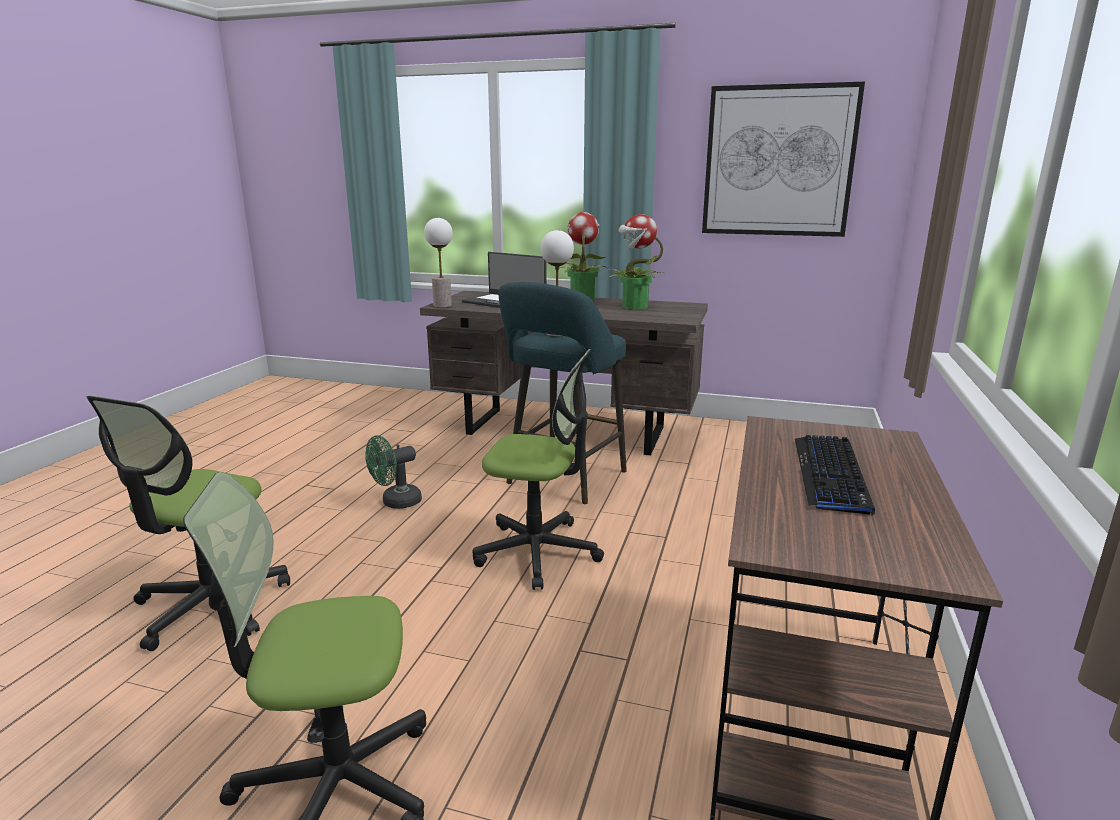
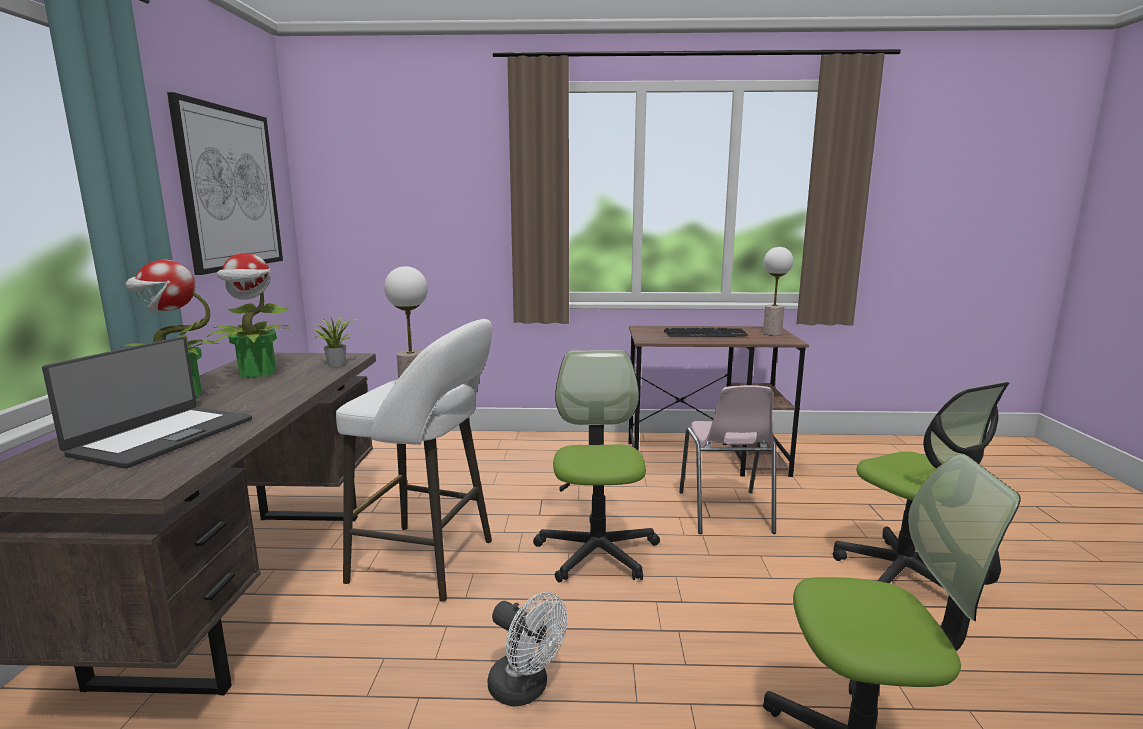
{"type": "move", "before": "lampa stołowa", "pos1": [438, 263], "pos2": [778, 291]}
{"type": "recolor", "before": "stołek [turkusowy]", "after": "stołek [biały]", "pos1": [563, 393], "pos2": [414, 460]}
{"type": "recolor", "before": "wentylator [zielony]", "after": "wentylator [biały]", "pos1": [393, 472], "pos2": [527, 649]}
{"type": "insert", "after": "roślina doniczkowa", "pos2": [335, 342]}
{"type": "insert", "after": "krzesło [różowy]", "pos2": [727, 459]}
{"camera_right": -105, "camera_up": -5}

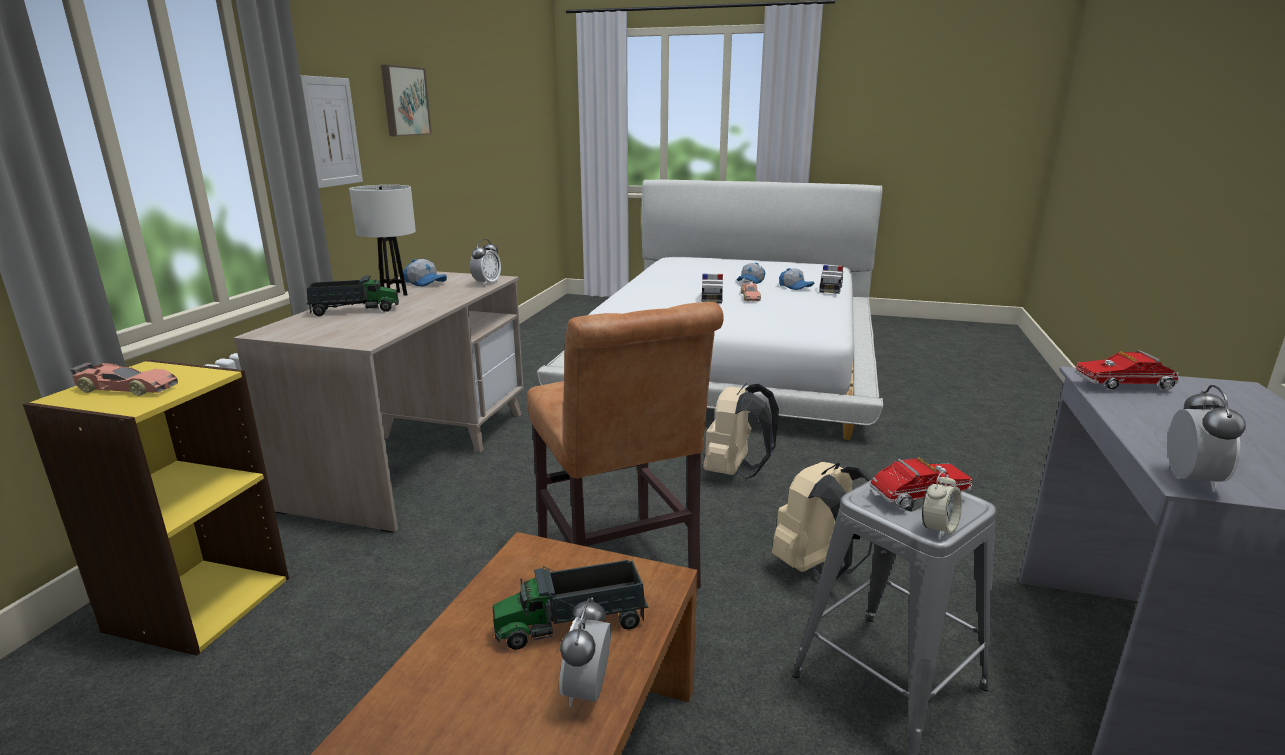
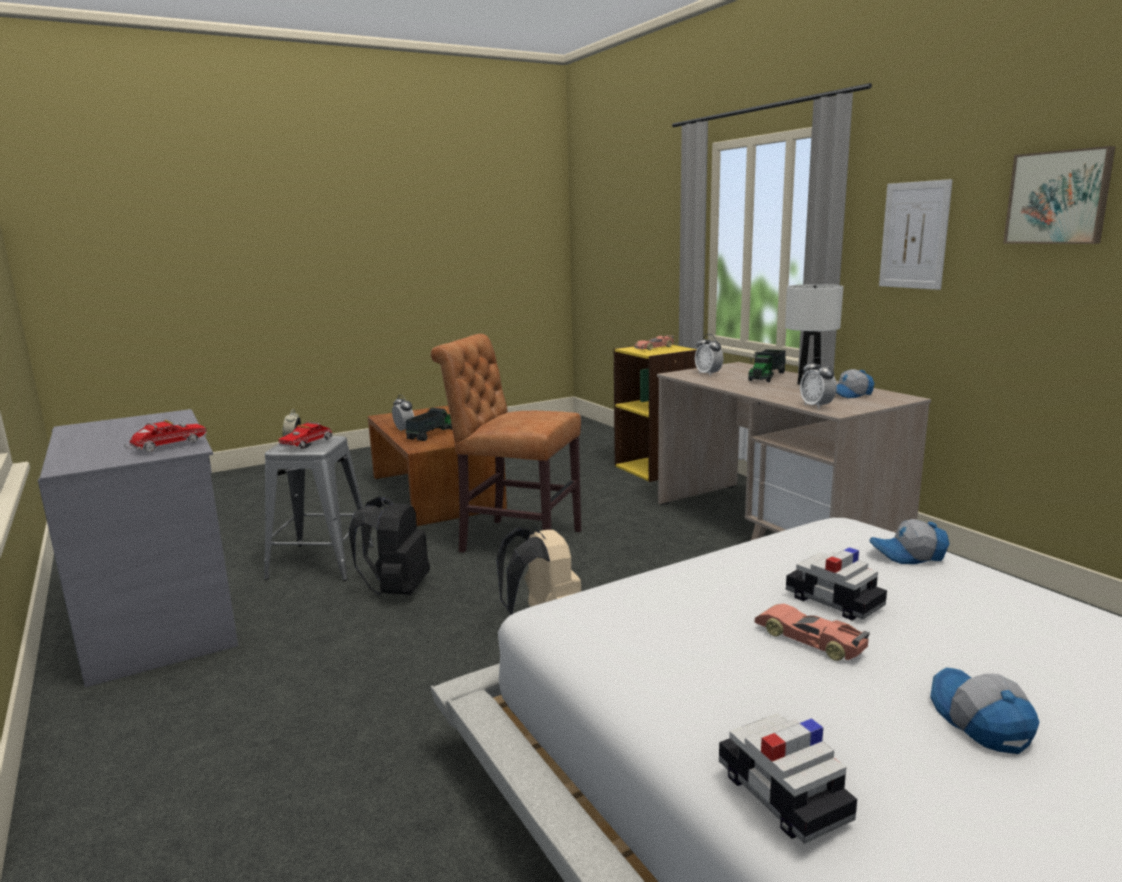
{"type": "move", "before": "czapka z daszkiem", "pos1": [796, 279], "pos2": [909, 541]}
{"type": "move", "before": "budzik", "pos1": [1207, 438], "pos2": [709, 355]}
{"type": "recolor", "before": "plecak [beżowy]", "after": "plecak [czarny]", "pos1": [822, 521], "pos2": [389, 545]}
{"camera_right": 135, "camera_up": -5}

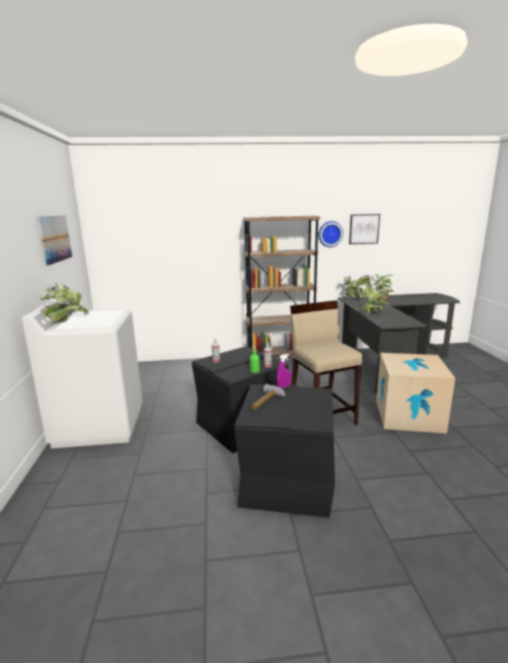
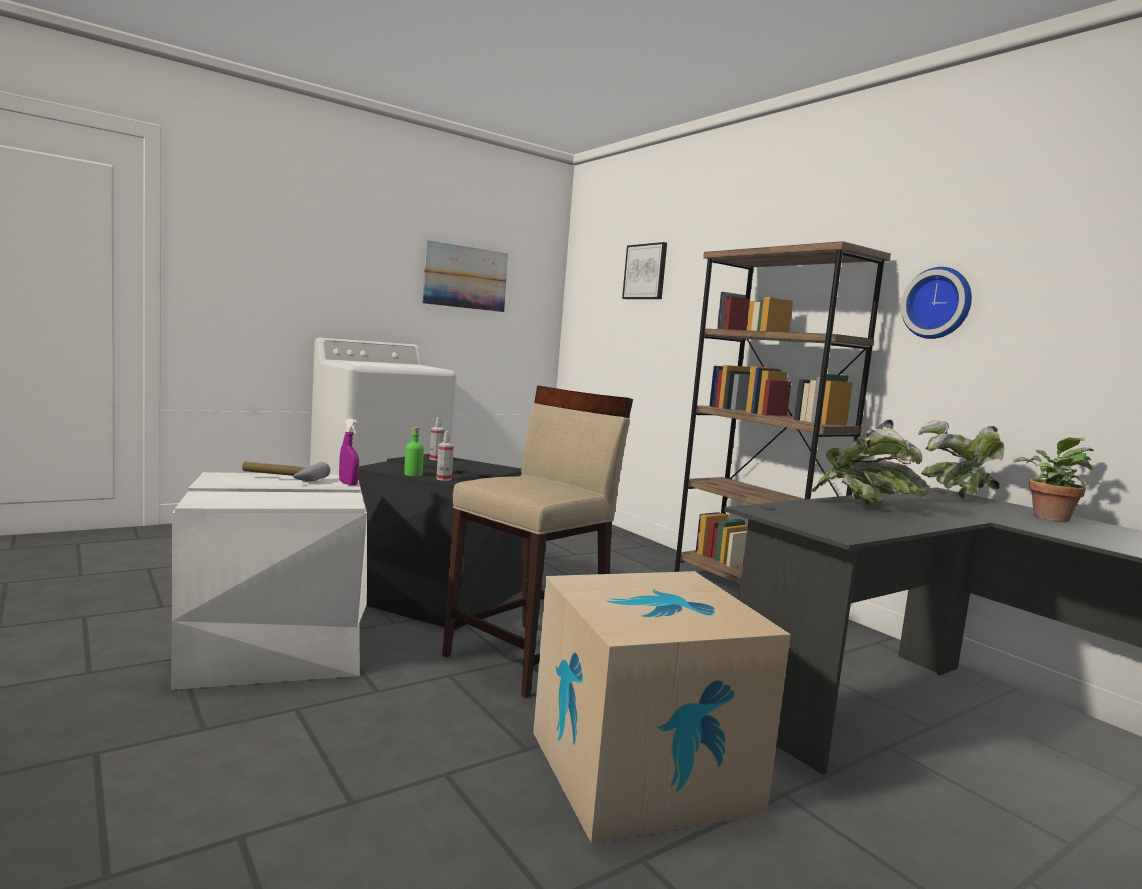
{"type": "move", "before": "obraz", "pos1": [364, 229], "pos2": [644, 270]}
{"type": "delete", "before": "roślina doniczkowa", "pos1": [64, 303]}
{"type": "recolor", "before": "pojemnik do przechowywania [czarny]", "after": "pojemnik do przechowywania [biały]", "pos1": [284, 451], "pos2": [269, 581]}
{"camera_right": 60, "camera_up": -10}

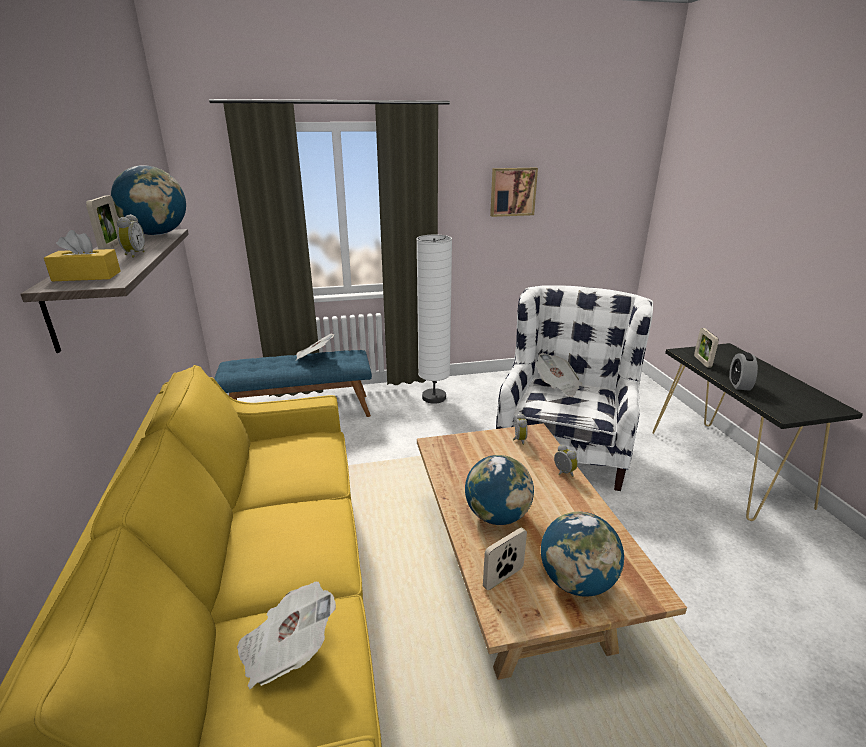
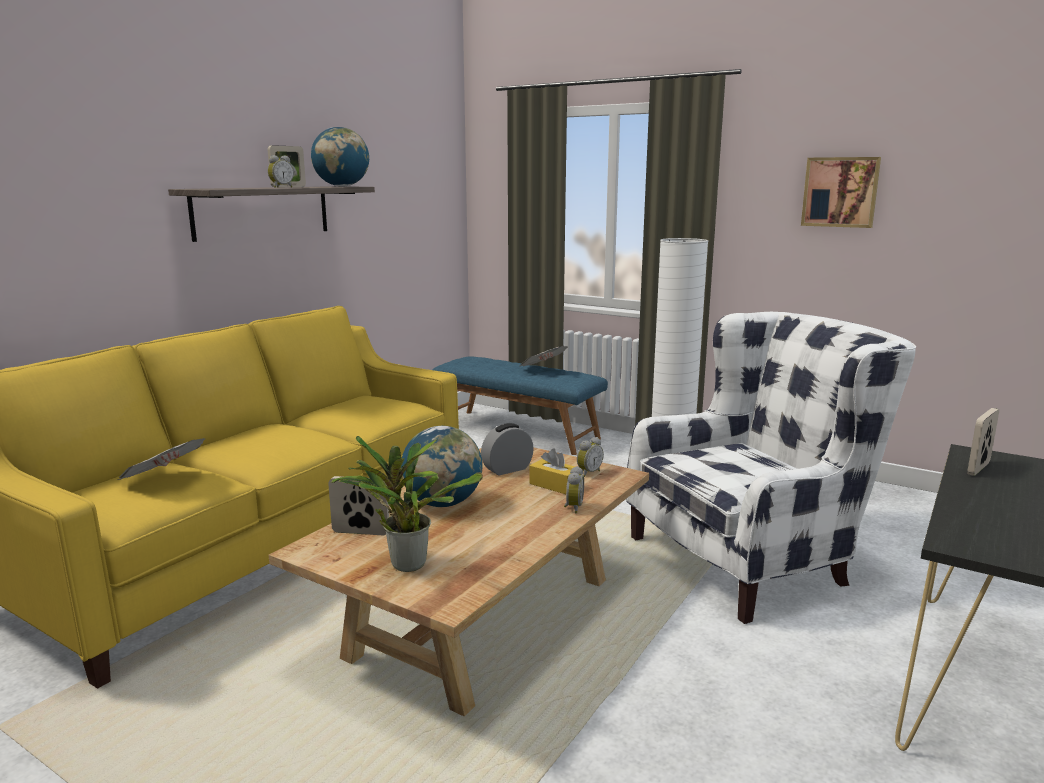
{"type": "move", "before": "pudełko chusteczek [żółty]", "pos1": [82, 255], "pos2": [552, 471]}
{"type": "move", "before": "budzik", "pos1": [743, 371], "pos2": [507, 449]}
{"type": "delete", "before": "gazeta", "pos1": [558, 375]}
{"type": "replace", "before": "globus", "after": "roślina doniczkowa", "pos1": [582, 554], "pos2": [407, 504]}
{"camera_right": 45, "camera_up": -10}

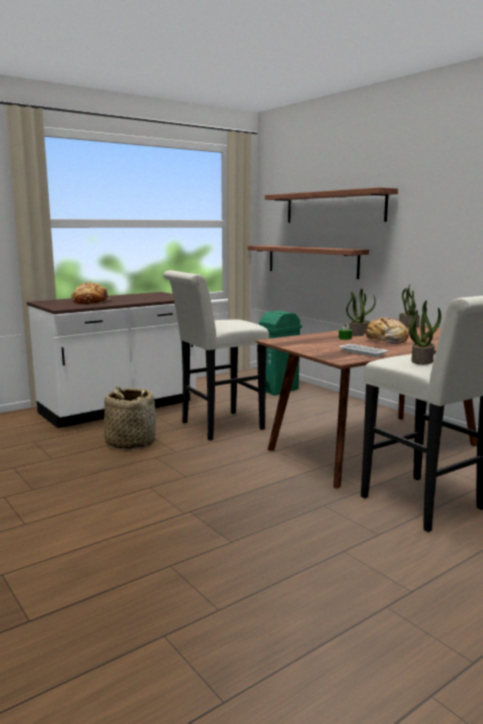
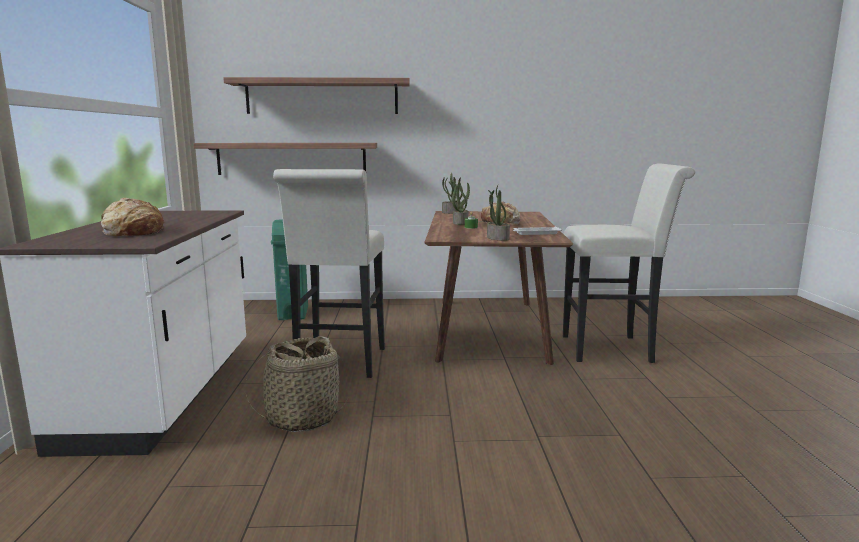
{"type": "move", "before": "roślina doniczkowa", "pos1": [424, 333], "pos2": [498, 213]}
{"camera_right": -55, "camera_up": 0}

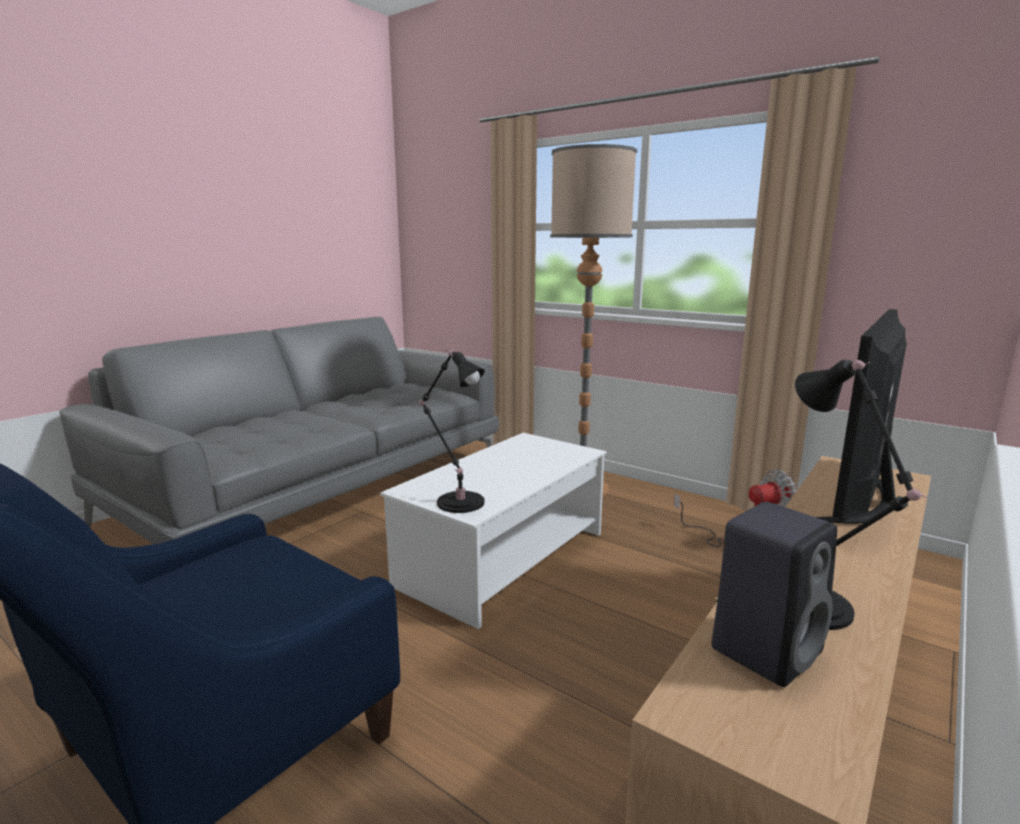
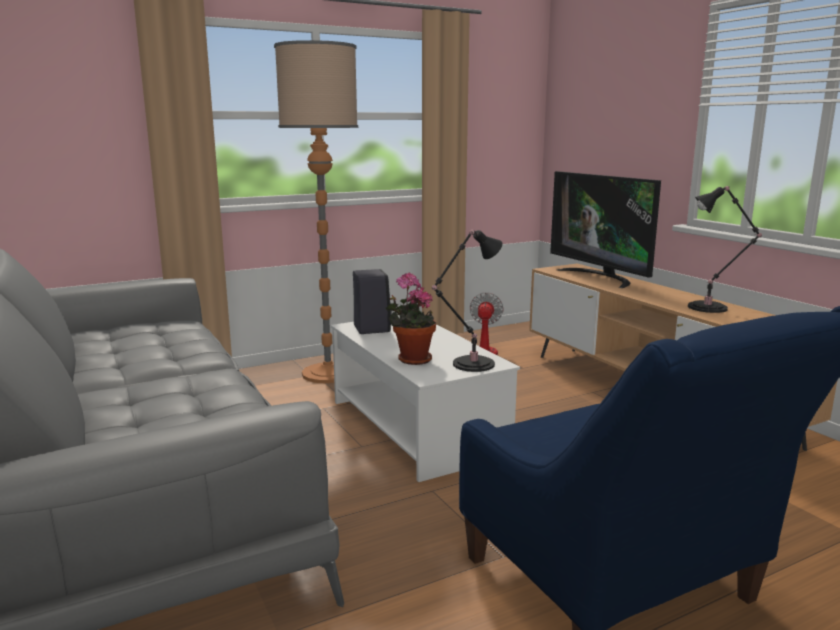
{"type": "move", "before": "głośnik [czarny]", "pos1": [774, 594], "pos2": [372, 301]}
{"type": "insert", "after": "roślina doniczkowa", "pos2": [411, 319]}
{"camera_right": -65, "camera_up": 0}

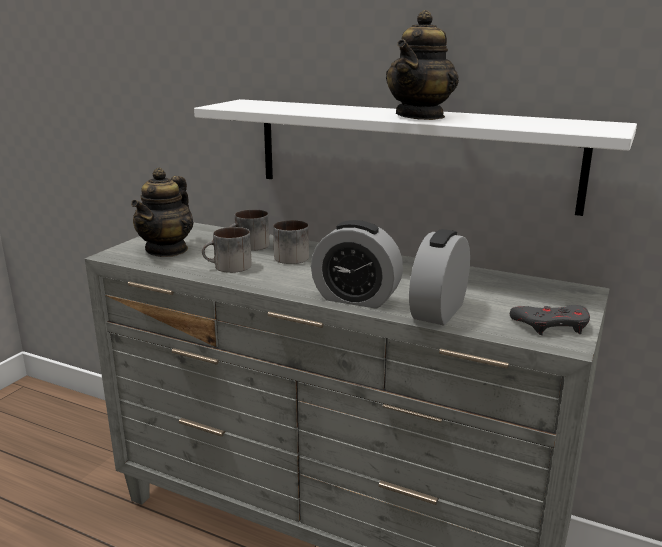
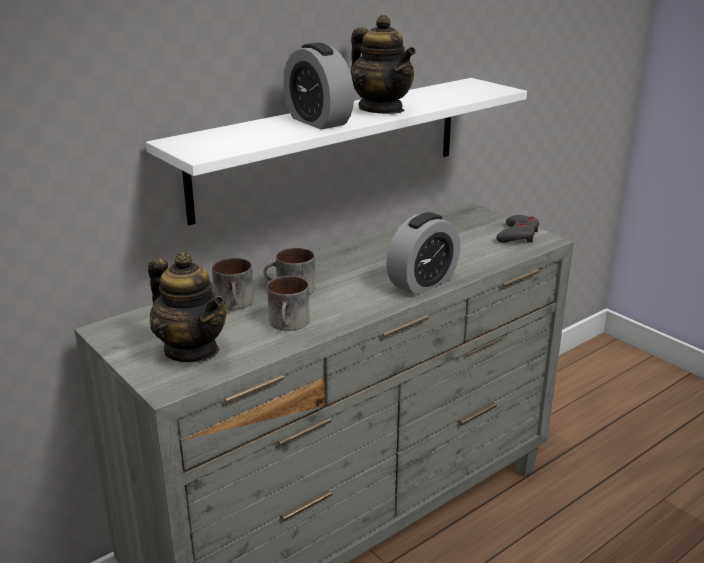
{"type": "move", "before": "budzik", "pos1": [439, 277], "pos2": [319, 86]}
{"camera_right": -65, "camera_up": 5}

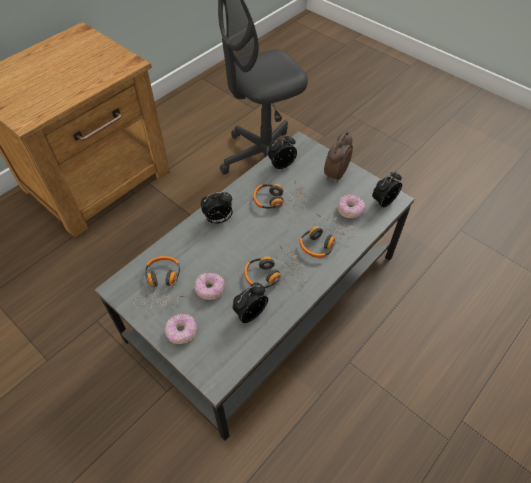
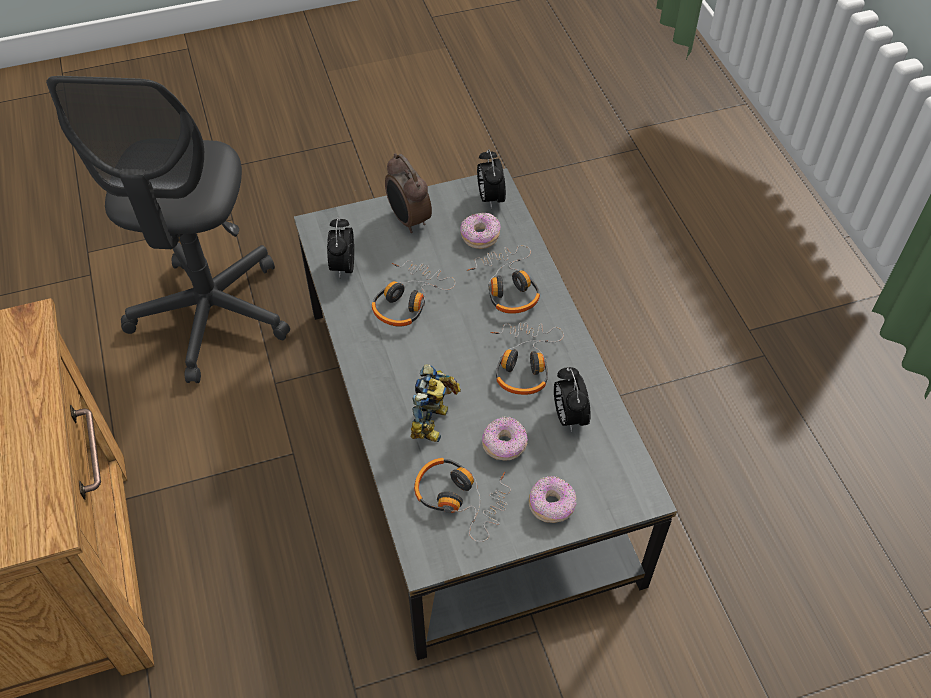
{"type": "delete", "before": "budzik", "pos1": [217, 208]}
{"type": "insert", "after": "robot zabawkowy", "pos2": [436, 403]}
{"camera_right": -60, "camera_up": 0}

